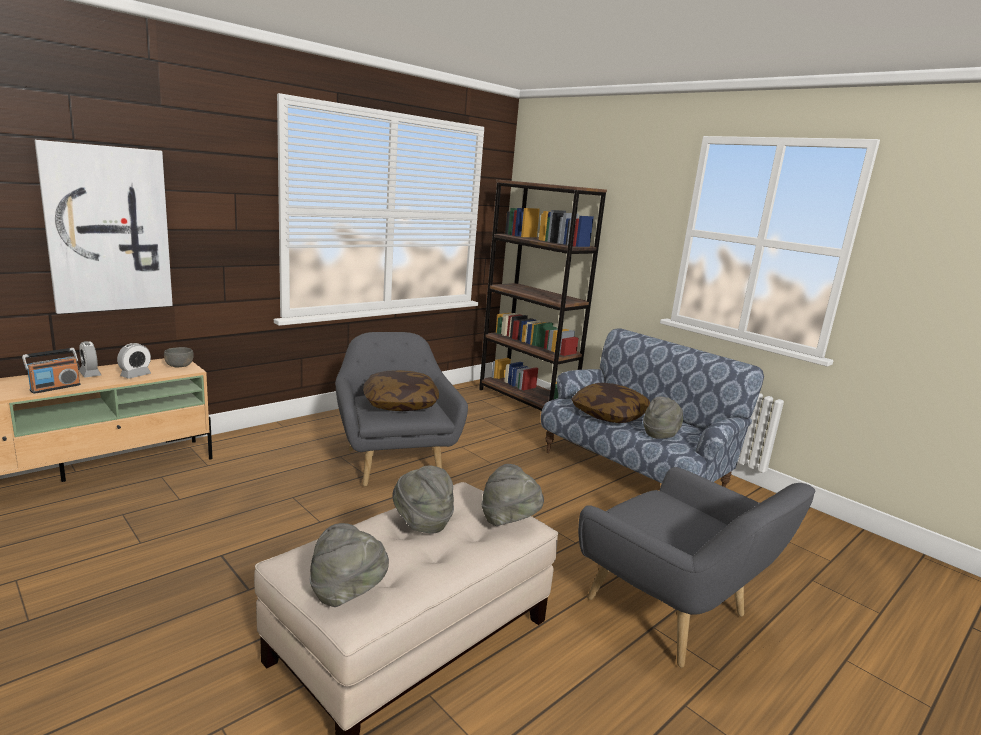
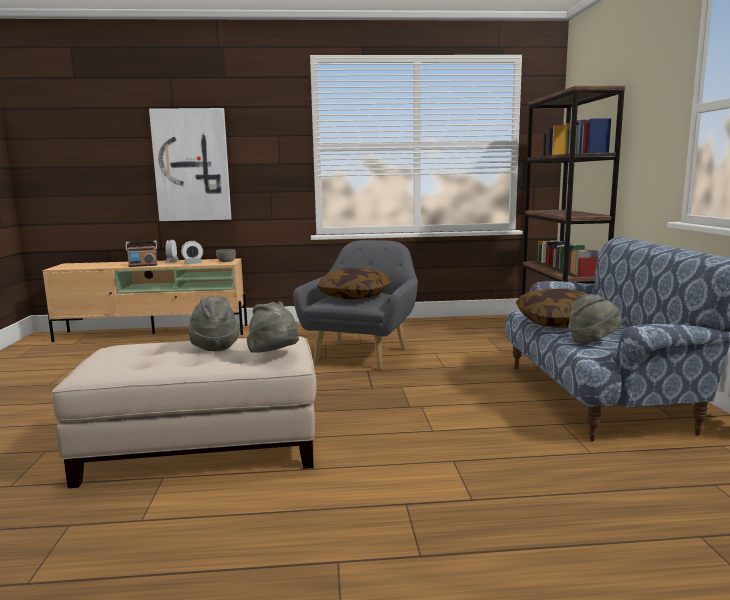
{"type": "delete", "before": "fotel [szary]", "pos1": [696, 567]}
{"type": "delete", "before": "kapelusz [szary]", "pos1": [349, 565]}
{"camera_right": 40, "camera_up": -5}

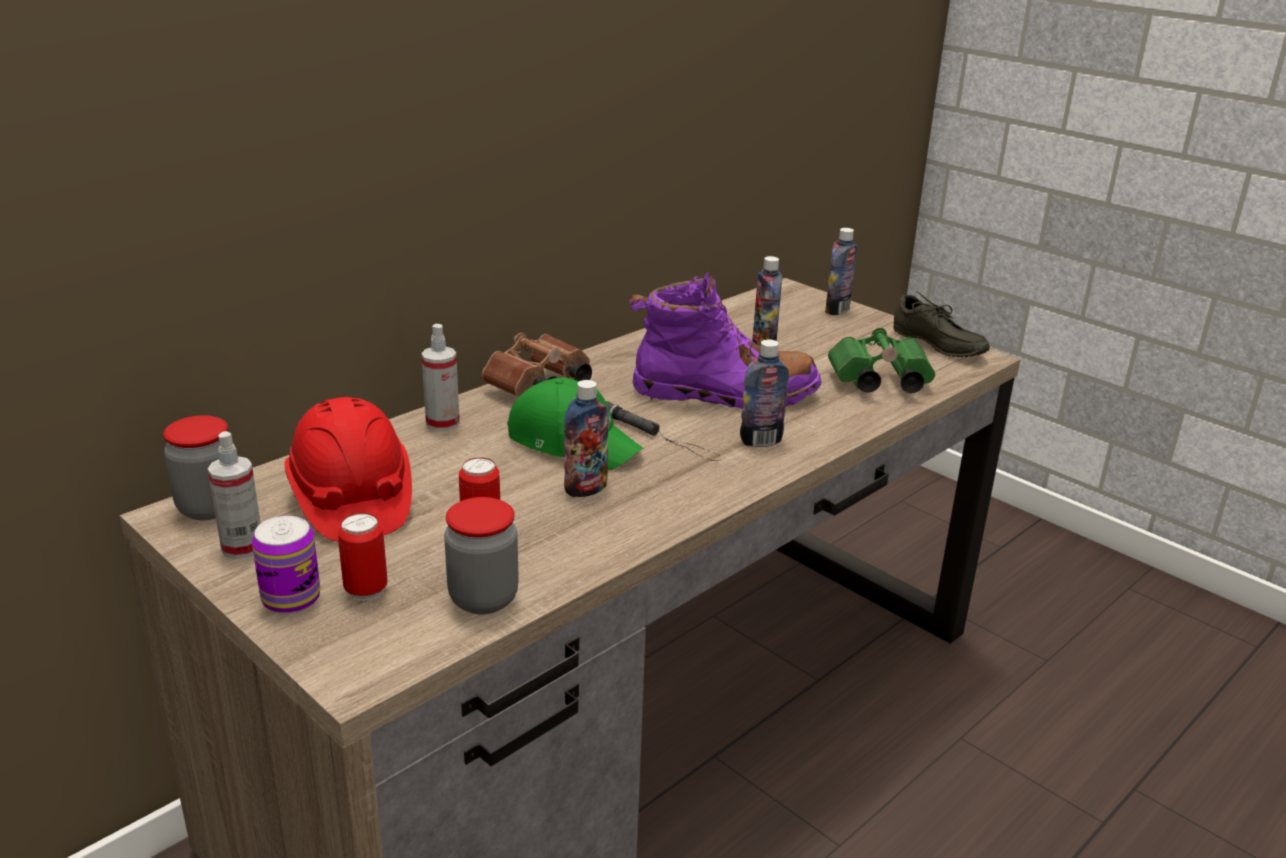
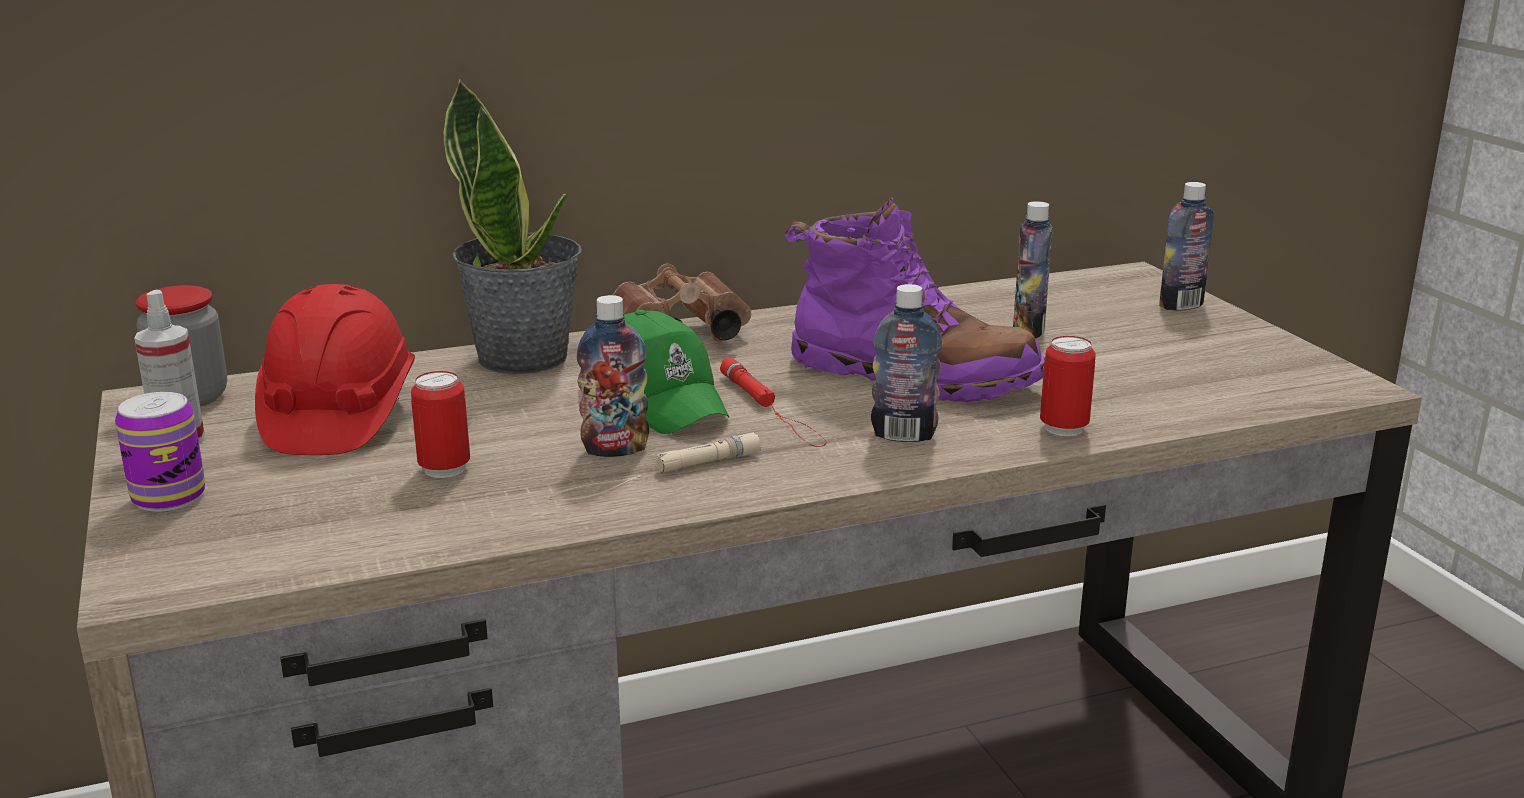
{"type": "delete", "before": "but [szary]", "pos1": [942, 324]}
{"type": "replace", "before": "spryskiwacz", "after": "roślina doniczkowa", "pos1": [440, 377], "pos2": [513, 226]}
{"type": "delete", "before": "lornetka [zielony]", "pos1": [881, 360]}
{"type": "recolor", "before": "latarka [czarny]", "after": "latarka [czerwony]", "pos1": [664, 431], "pos2": [773, 402]}
{"type": "delete", "before": "słoik", "pos1": [481, 555]}
{"type": "move", "before": "puszka", "pos1": [363, 557], "pos2": [1068, 386]}
{"type": "insert", "after": "latarka [beżowy]", "pos2": [654, 466]}
{"camera_right": 25, "camera_up": -5}

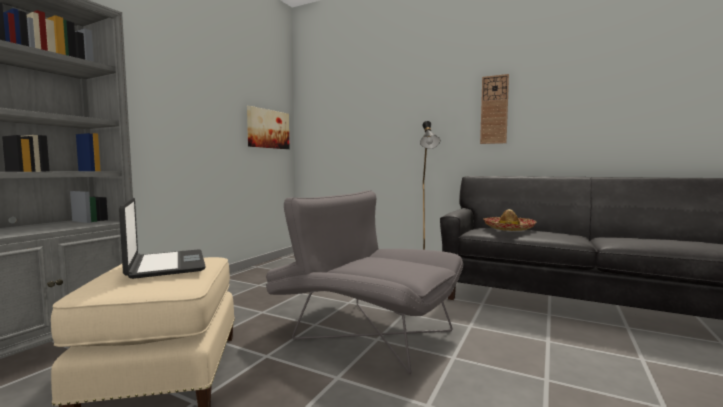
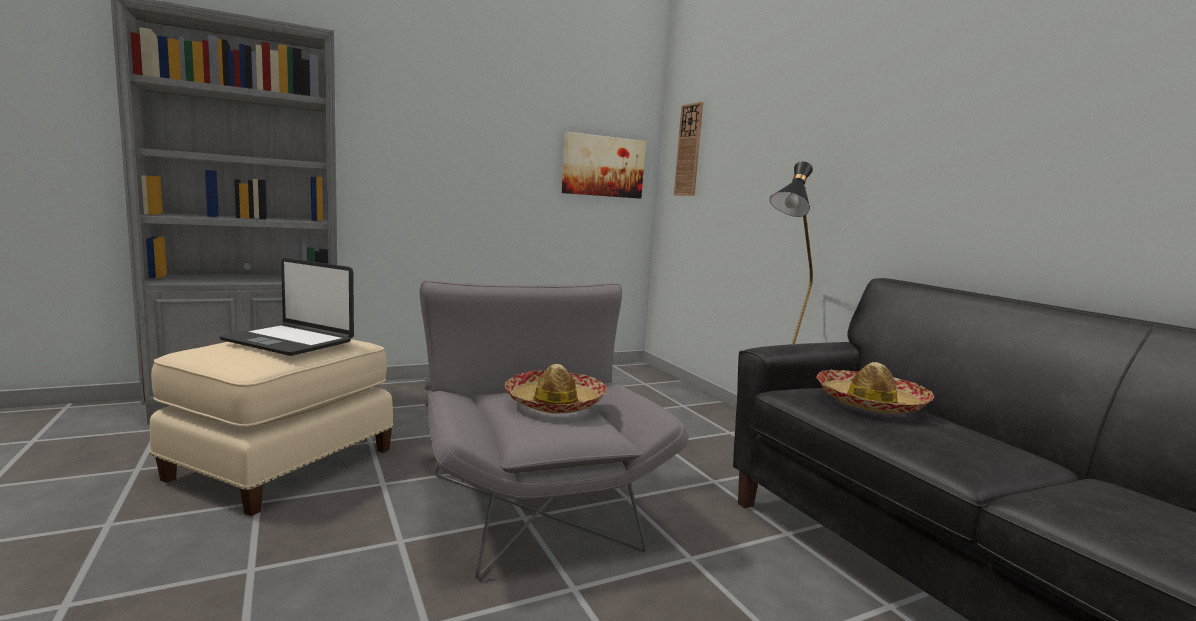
{"type": "move", "before": "zegar ścienny", "pos1": [494, 109], "pos2": [688, 149]}
{"type": "rotate", "before": "laptop", "pos1": [162, 238], "pos2": [286, 307], "turn": 105}
{"type": "insert", "after": "kapelusz", "pos2": [556, 389]}
{"camera_right": 35, "camera_up": 5}

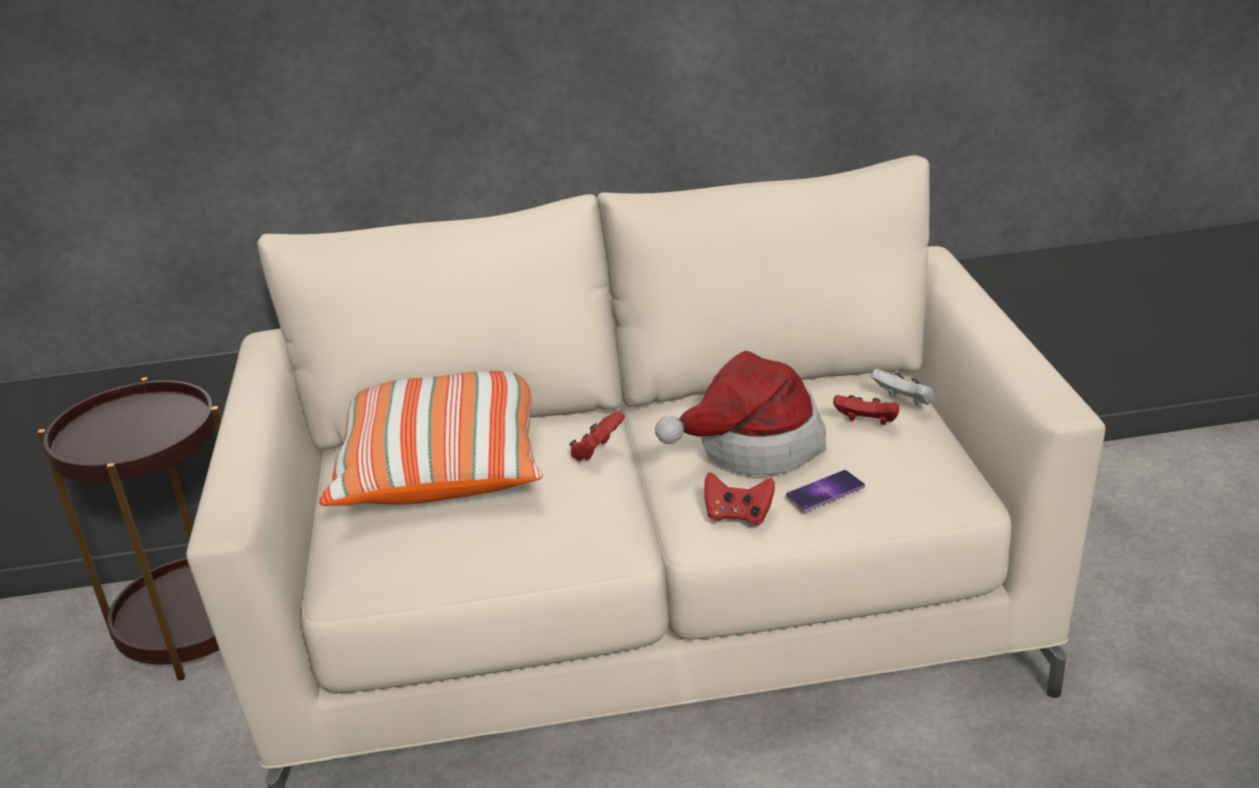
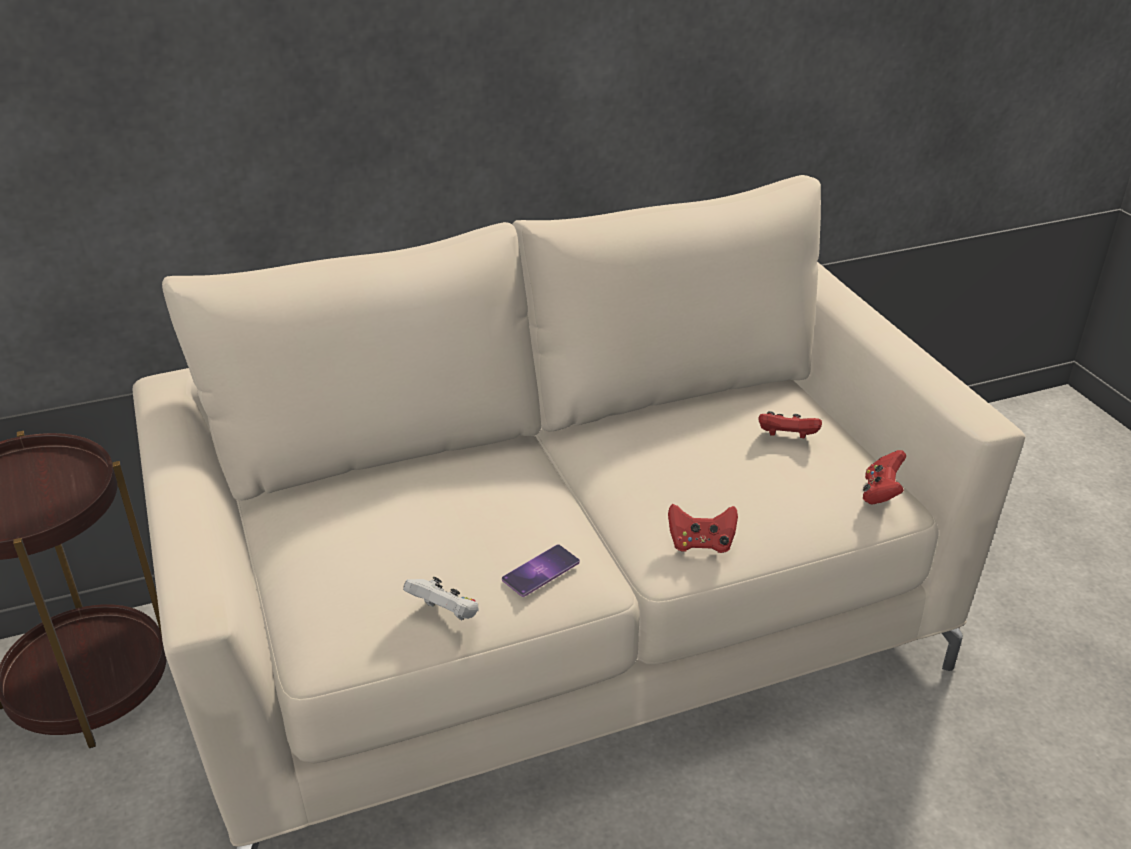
{"type": "delete", "before": "kapelusz", "pos1": [740, 413]}
{"type": "move", "before": "pad do gier [biały]", "pos1": [902, 387], "pos2": [441, 598]}
{"type": "delete", "before": "poduszka", "pos1": [431, 438]}
{"type": "move", "before": "pad do gier [czerwony]", "pos1": [597, 435], "pos2": [884, 477]}
{"type": "move", "before": "telefon", "pos1": [825, 491], "pos2": [541, 570]}
{"camera_right": -15, "camera_up": 5}

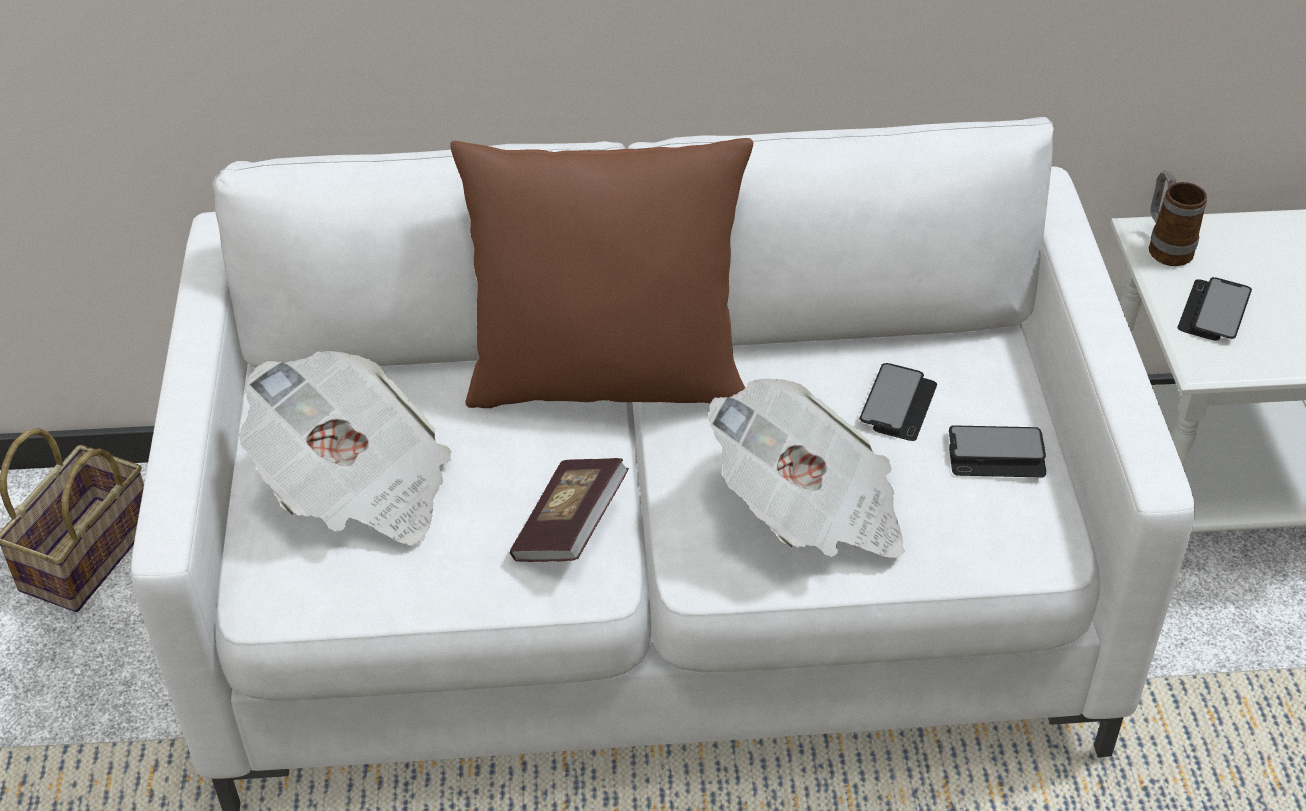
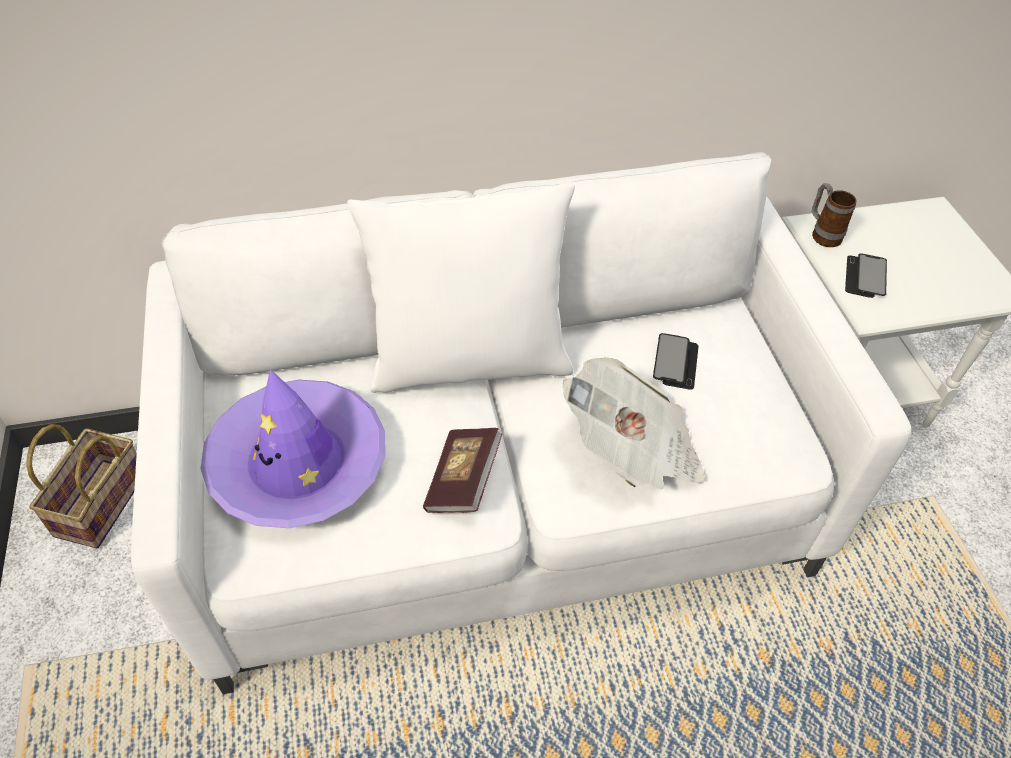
{"type": "recolor", "before": "poduszka [brązowy]", "after": "poduszka [biały]", "pos1": [601, 273], "pos2": [461, 287]}
{"type": "replace", "before": "gazeta", "after": "kapelusz [fioletowy]", "pos1": [345, 448], "pos2": [293, 448]}
{"type": "delete", "before": "telefon", "pos1": [997, 451]}
{"camera_right": -10, "camera_up": 5}

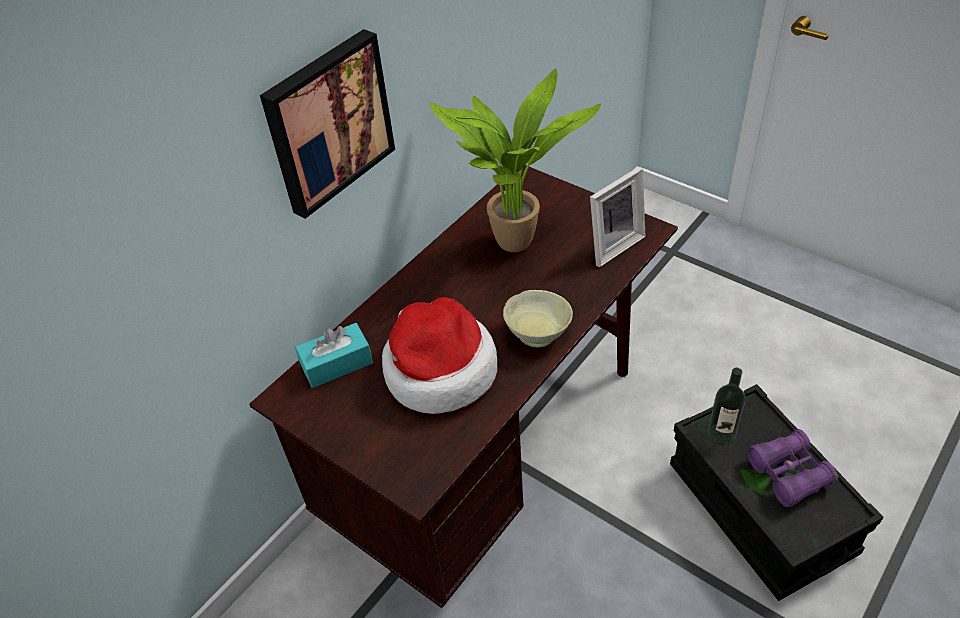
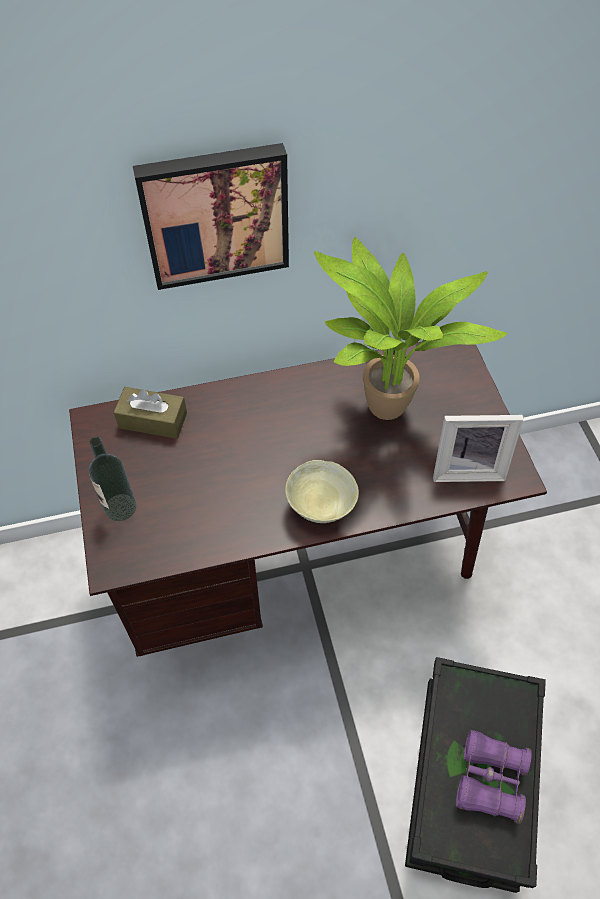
{"type": "delete", "before": "kapelusz", "pos1": [439, 355]}
{"type": "recolor", "before": "pudełko chusteczek [turkusowy]", "after": "pudełko chusteczek [brązowy]", "pos1": [334, 355], "pos2": [150, 413]}
{"type": "move", "before": "butelka", "pos1": [726, 406], "pos2": [112, 479]}
{"camera_right": 35, "camera_up": 10}

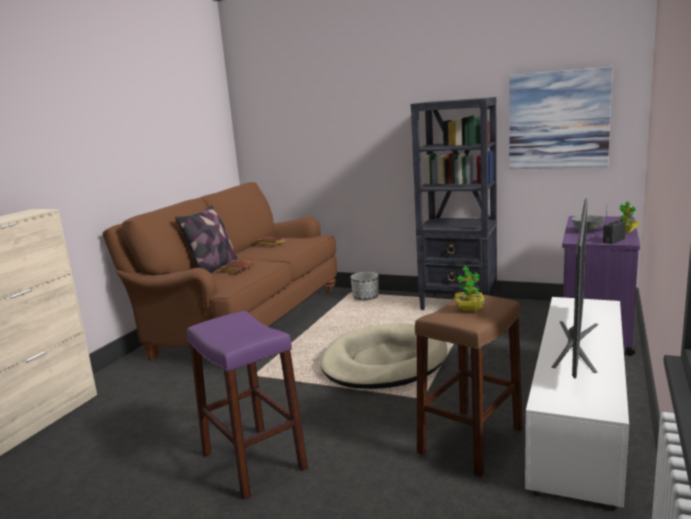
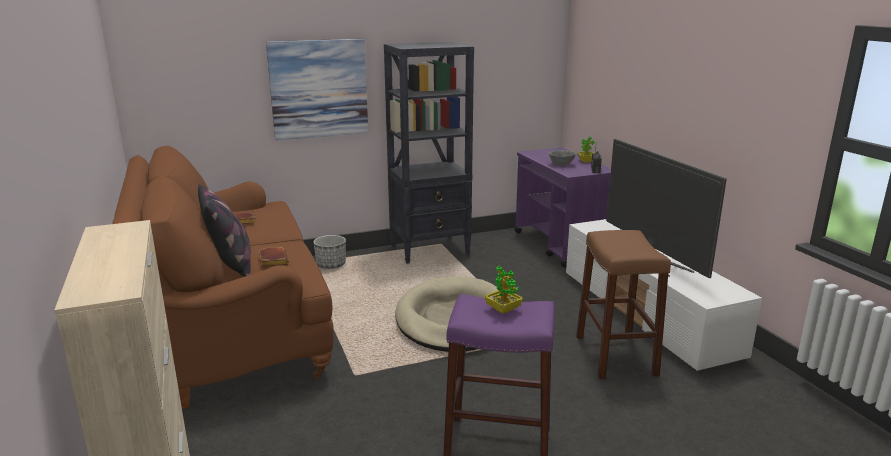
{"type": "move", "before": "obraz", "pos1": [561, 118], "pos2": [317, 90]}
{"type": "move", "before": "roślina doniczkowa", "pos1": [470, 289], "pos2": [504, 289]}
{"camera_right": -45, "camera_up": 5}

